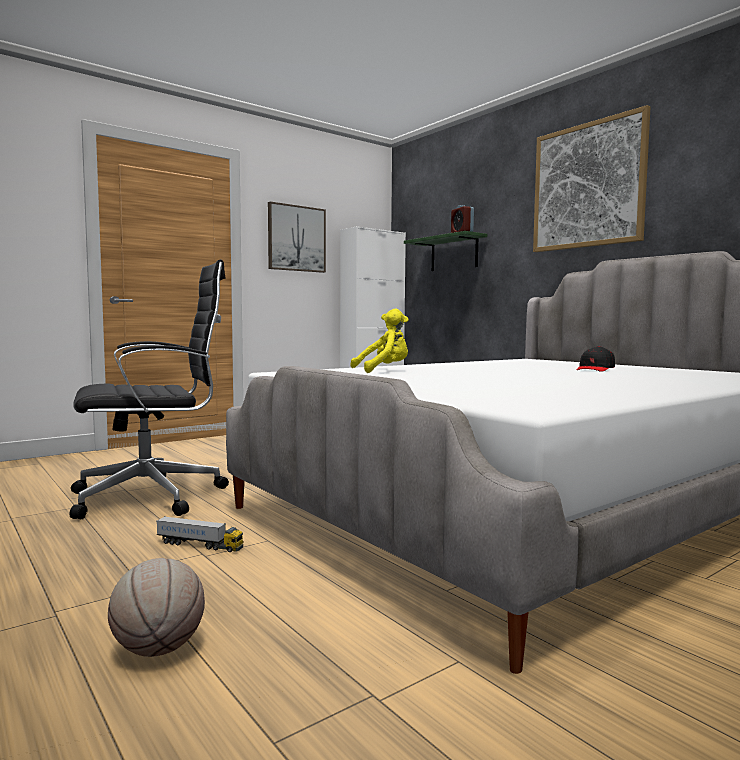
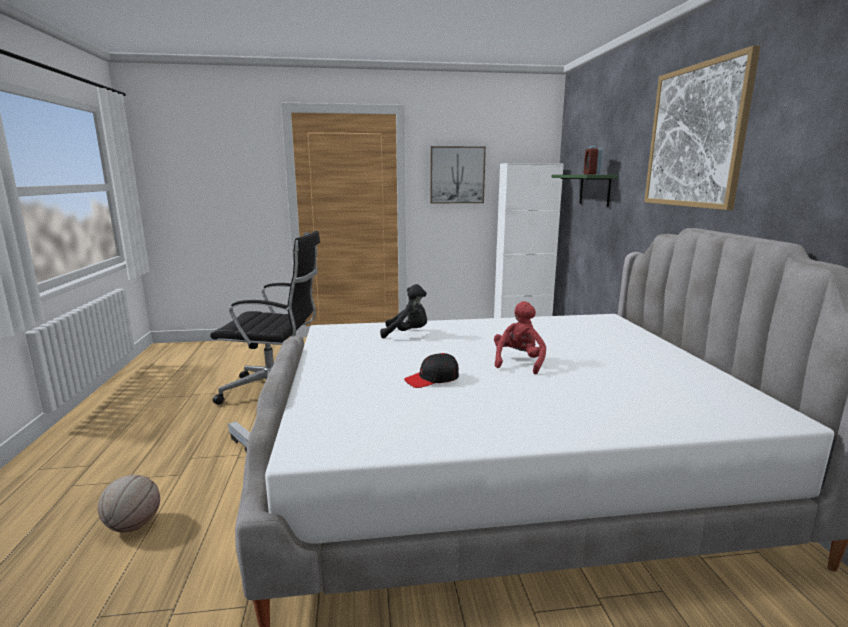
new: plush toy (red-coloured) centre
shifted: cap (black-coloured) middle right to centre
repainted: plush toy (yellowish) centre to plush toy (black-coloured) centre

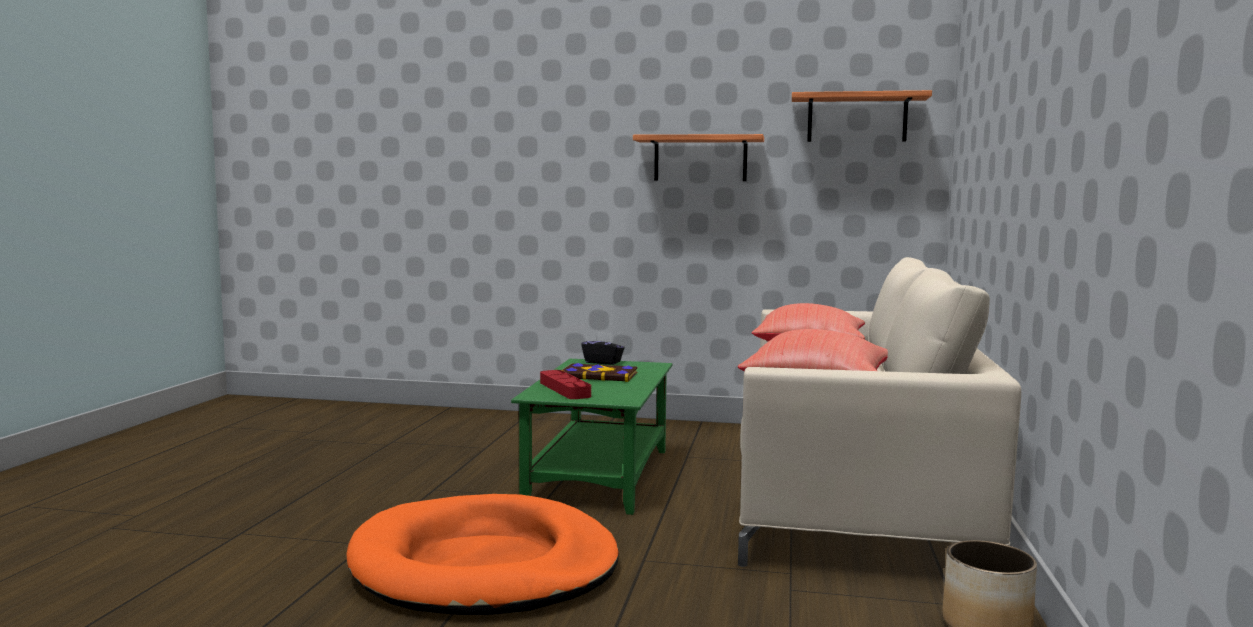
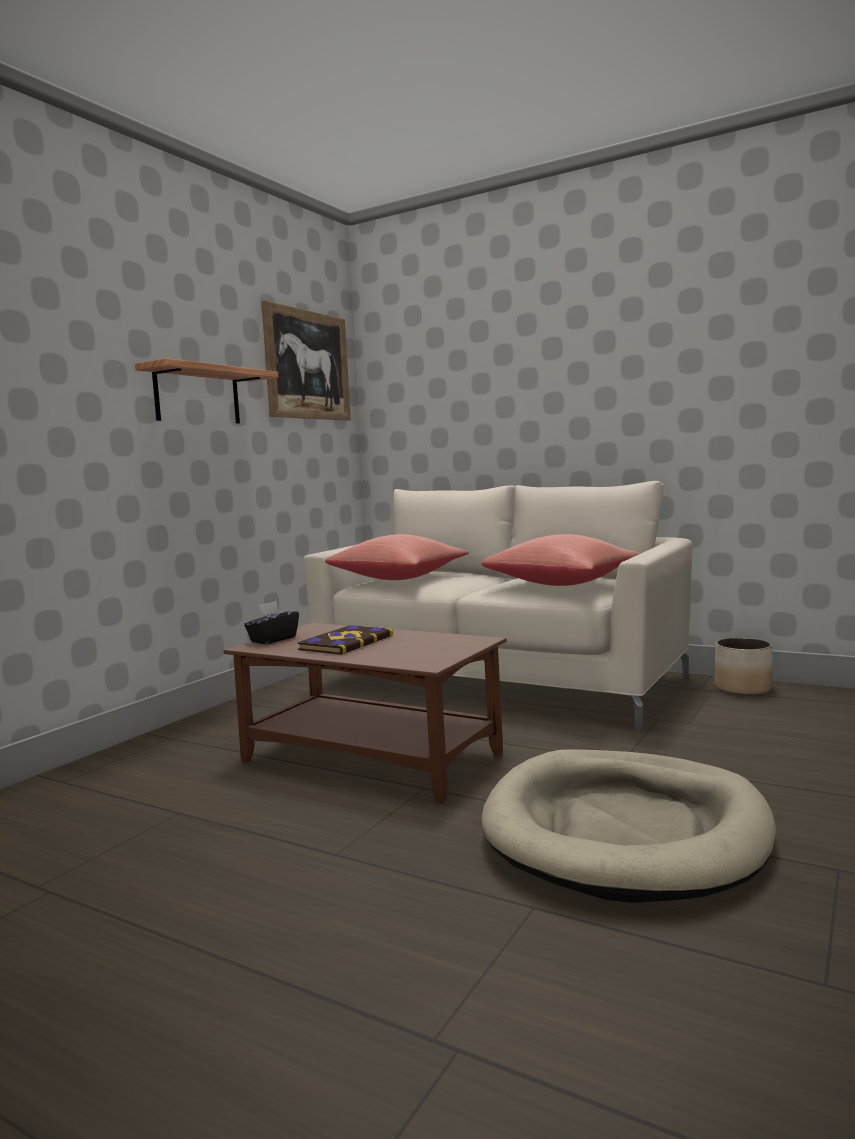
gone: tray (red-coloured) centre
swapped: wall shelf (no. 2 from left) top right to picture top centre
repainted: pet bed (orangey) bottom centre to pet bed (sand-coloured) bottom right; coffee table (green-coloured) bottom centre to coffee table (brown-coloured) centre

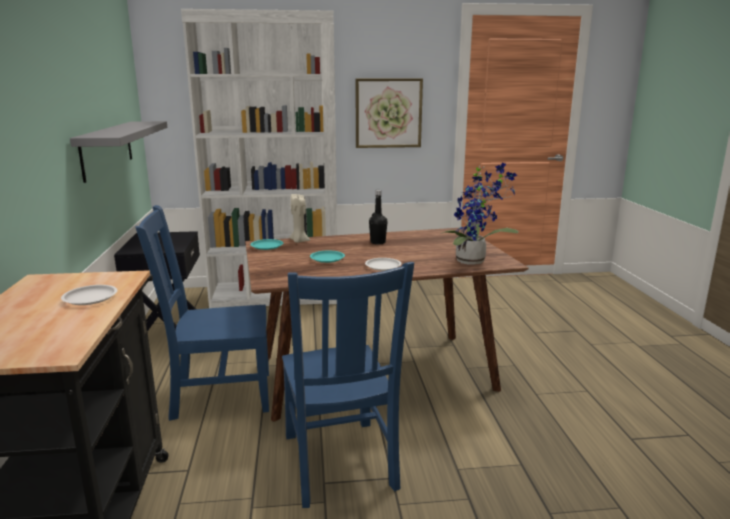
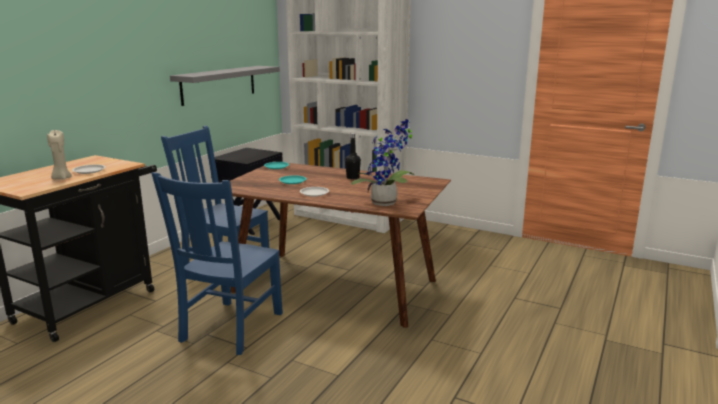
gone: picture top centre
shifted: wax candle (sand-coloured) centre to middle left

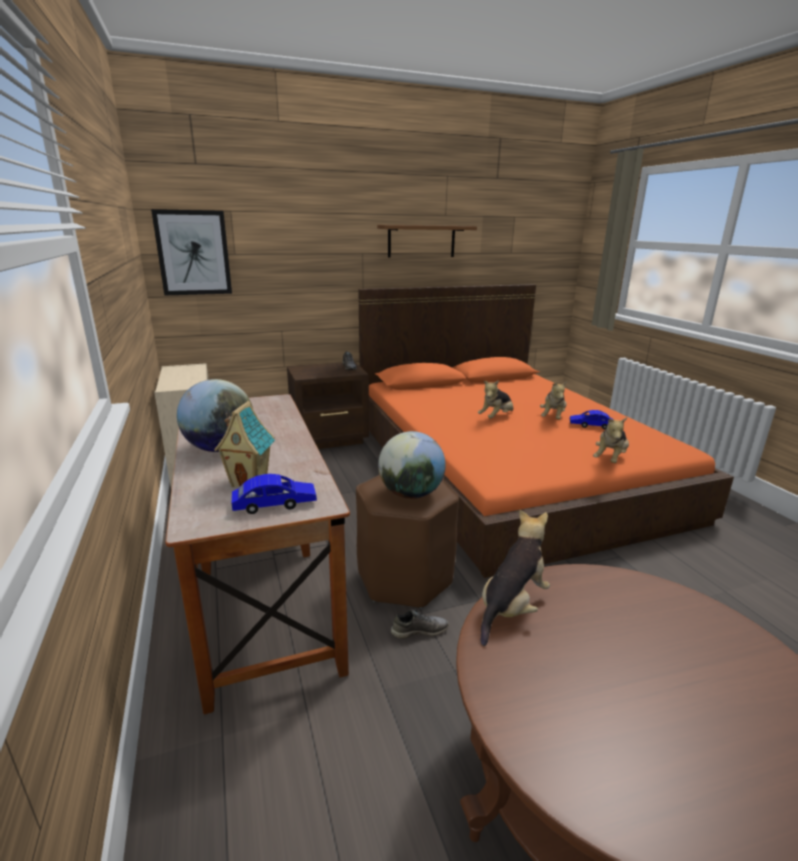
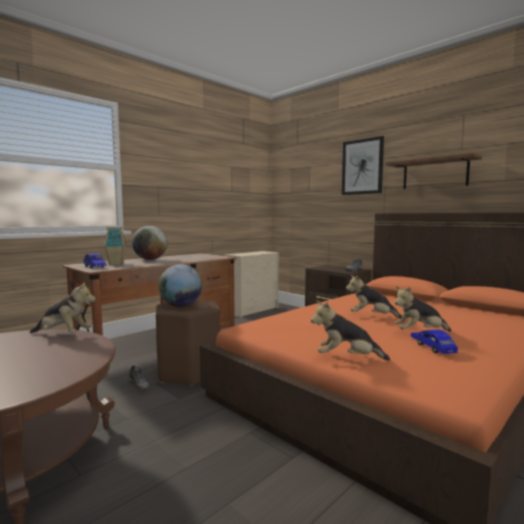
shifted: picture top left to top right

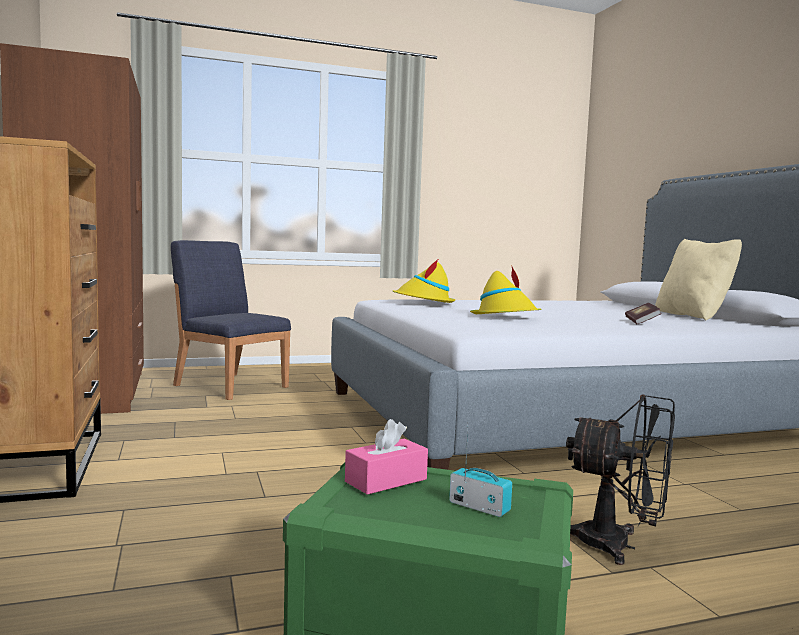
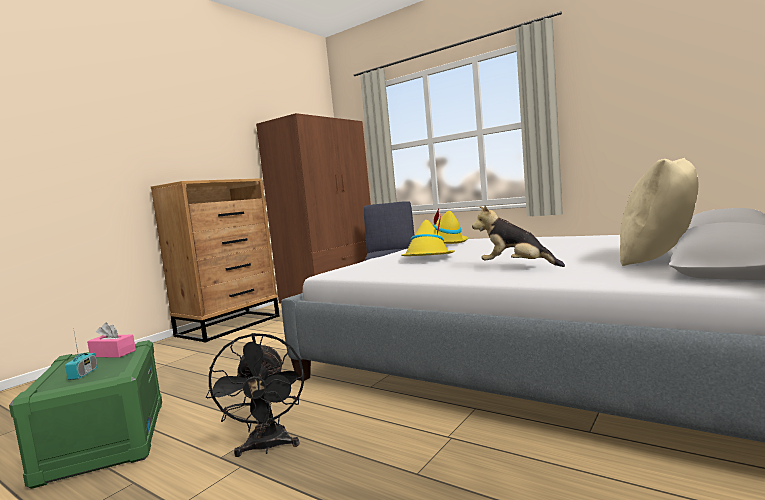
swapped: book middle right to plush toy middle right

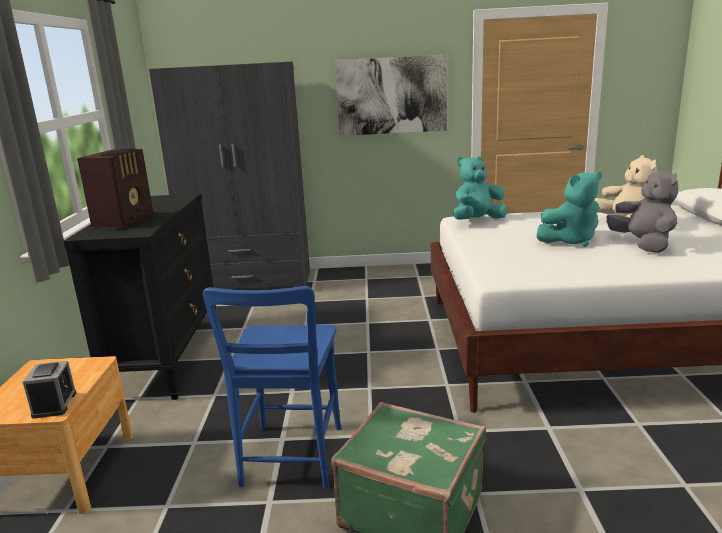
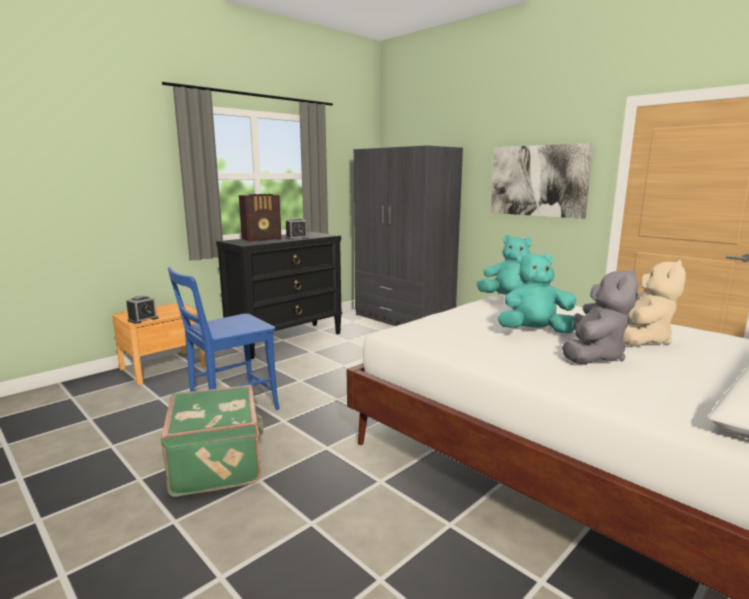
new: bedside clock (no. 2 from left) centre
rotated: plush toy (turquoise) (no. 2 from left) middle right = middle right 150 degrees clockwise

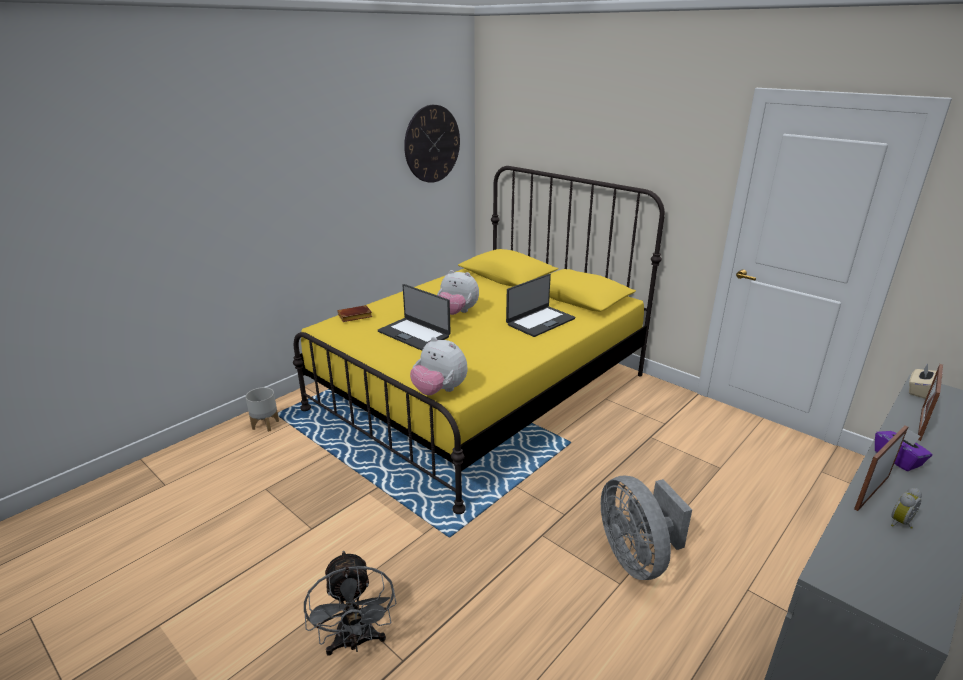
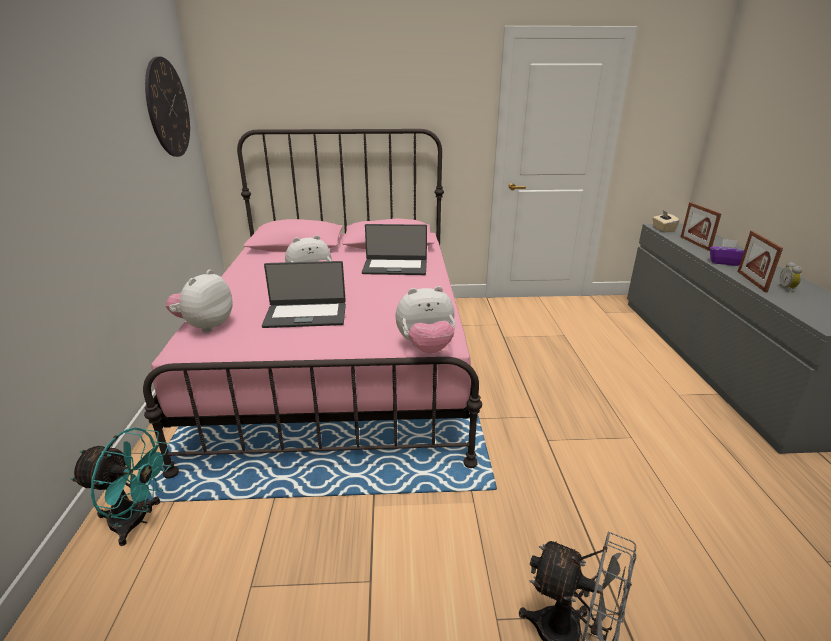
gone: cooling fan (greyish) (no. 2 from left) bottom right
swapped: plant pot (greyish) middle left to cooling fan (turquoise) bottom left; book (brown-coloured) centre to plush toy (no. 1 from left) middle left
repainted: sleeping bed (yellowish) centre to sleeping bed (pinkish) centre
rotated: laptop (no. 2 from left) centre = centre 90 degrees clockwise

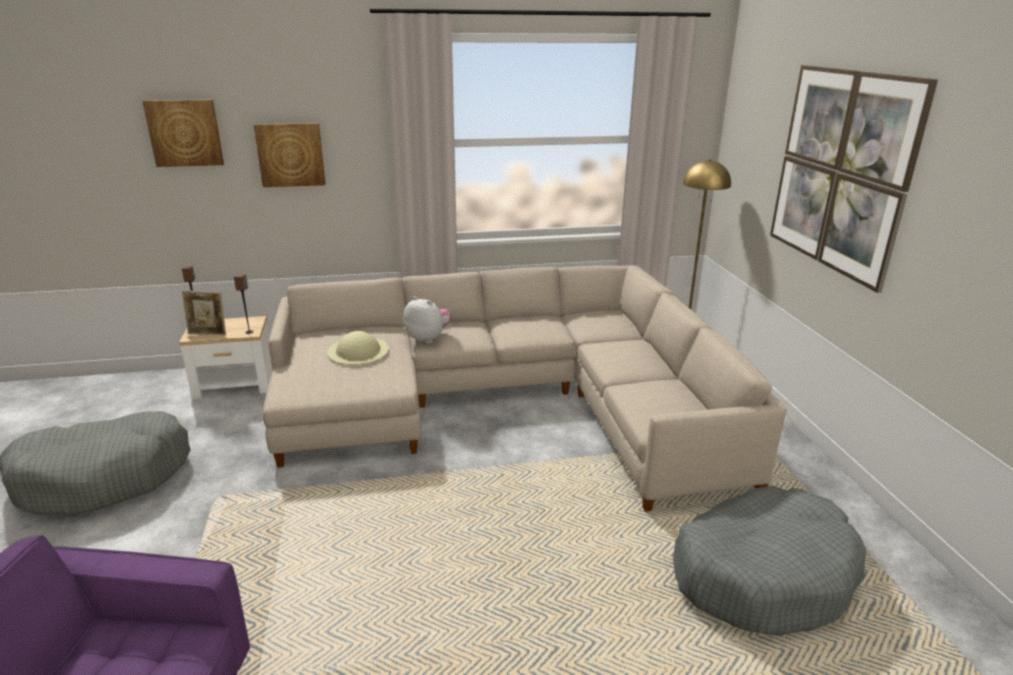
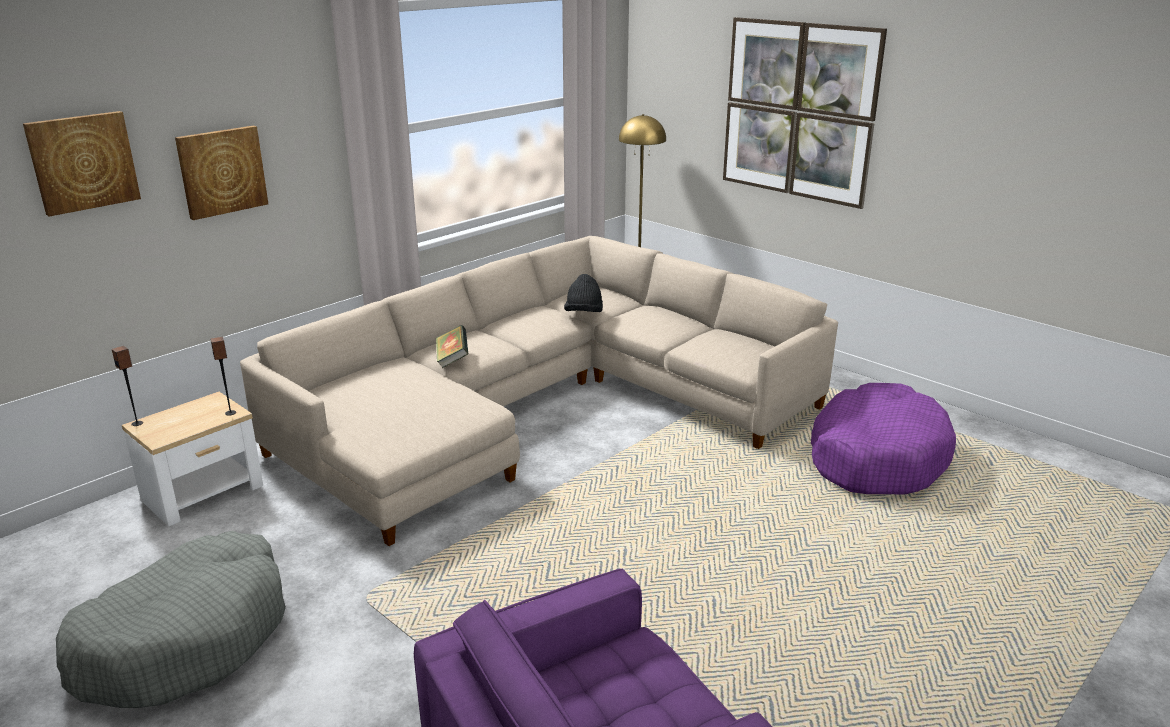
gone: standing frame middle left; hat (sand-coloured) centre
new: hat (black-coloured) centre
swapped: plush toy centre to book centre
repainted: pet bed (greyish) (no. 2 from left) bottom right to pet bed (purplish) middle right

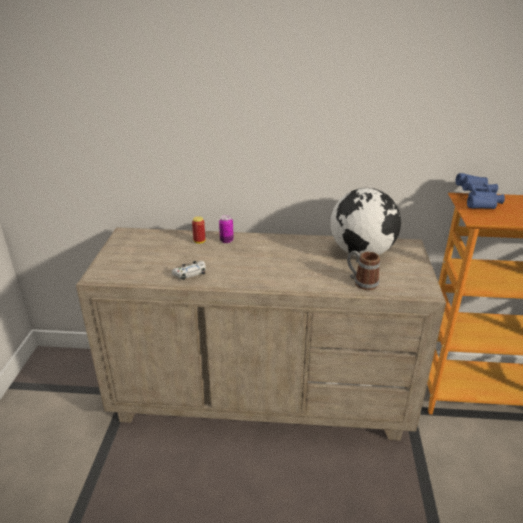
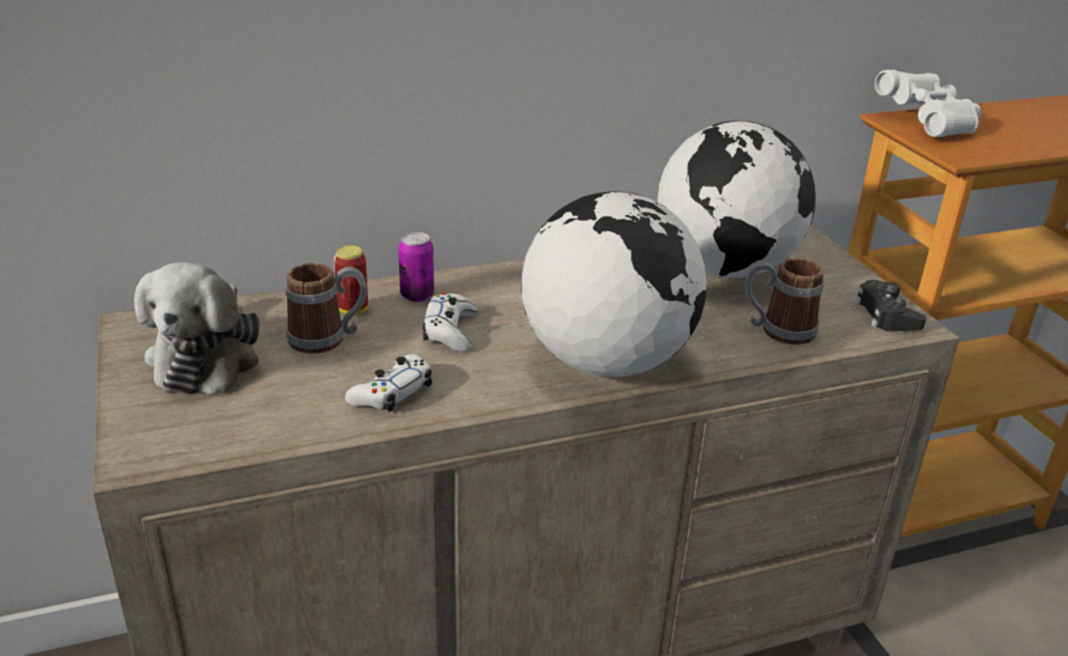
new: plush toy middle left; coffee mug (no. 1 from left) middle left; joypad (white) (no. 2 from left) centre; world globe (no. 1 from left) centre; joypad (black-coloured) middle right
repainted: field glasses (blue-coloured) middle right to field glasses (white) top right

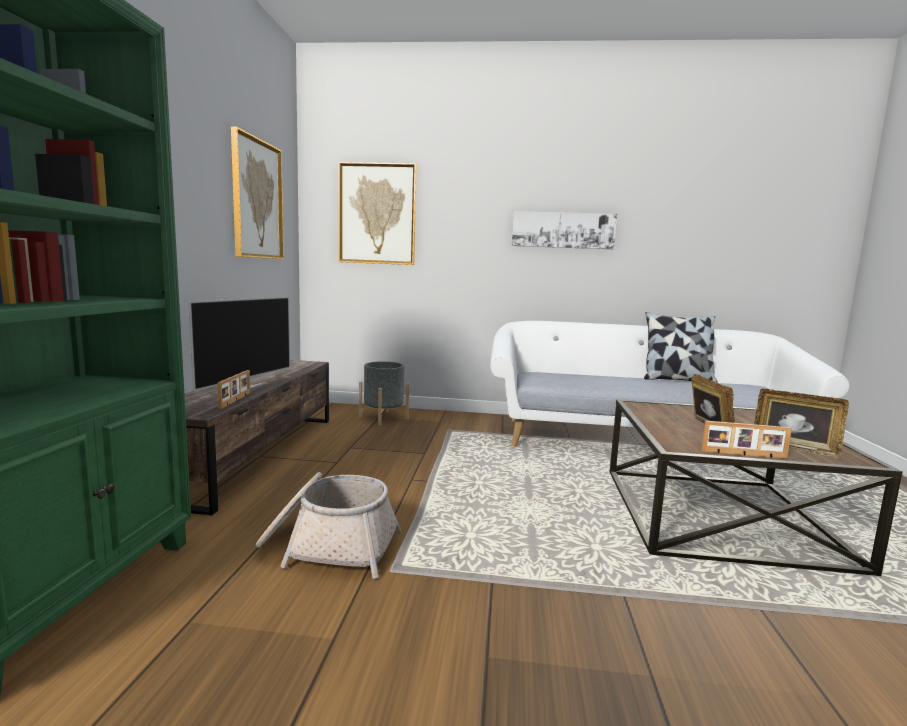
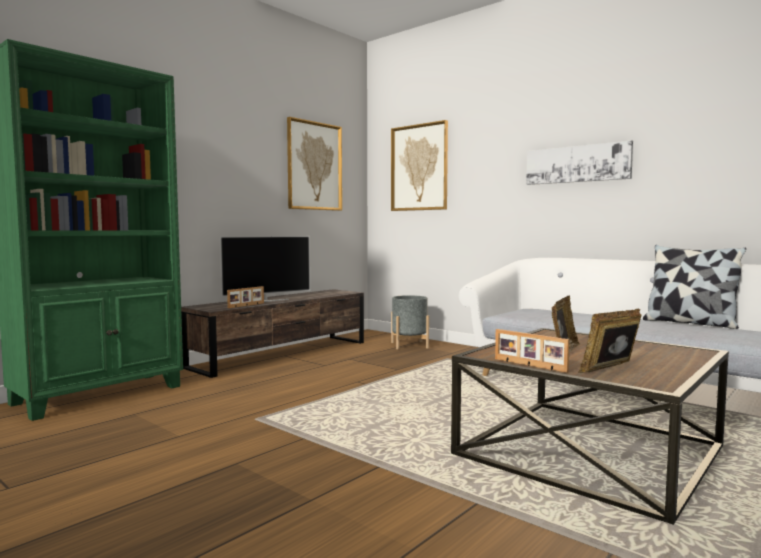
gone: basket bottom centre
rotated: standing frame (no. 4 from left) middle right = middle right 75 degrees clockwise

